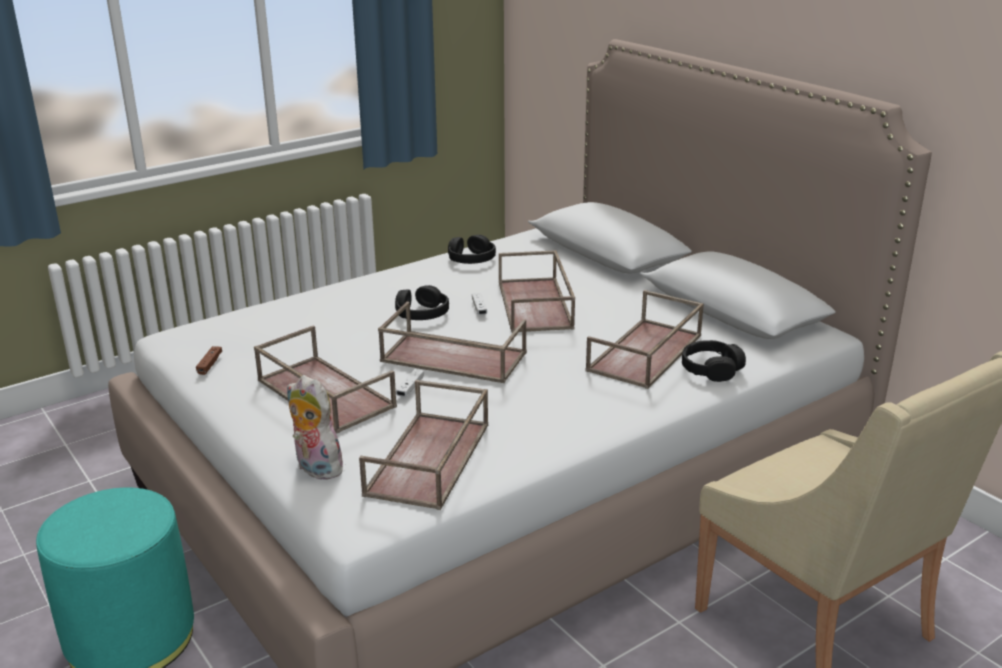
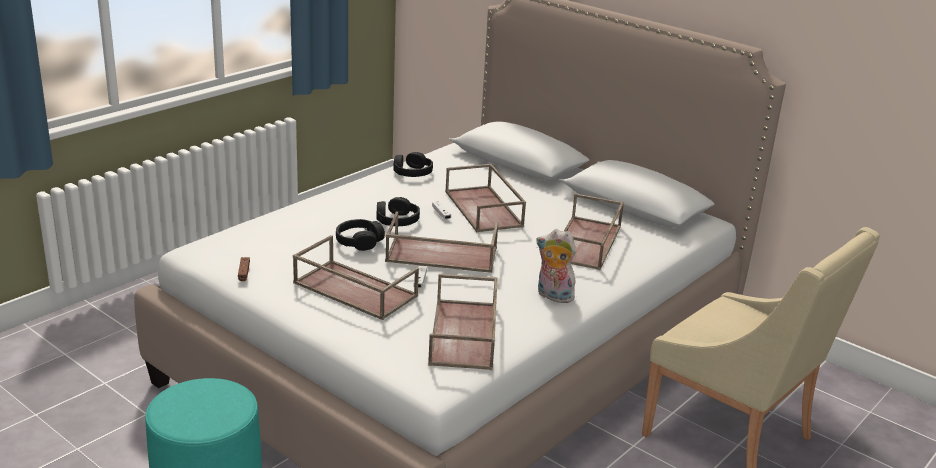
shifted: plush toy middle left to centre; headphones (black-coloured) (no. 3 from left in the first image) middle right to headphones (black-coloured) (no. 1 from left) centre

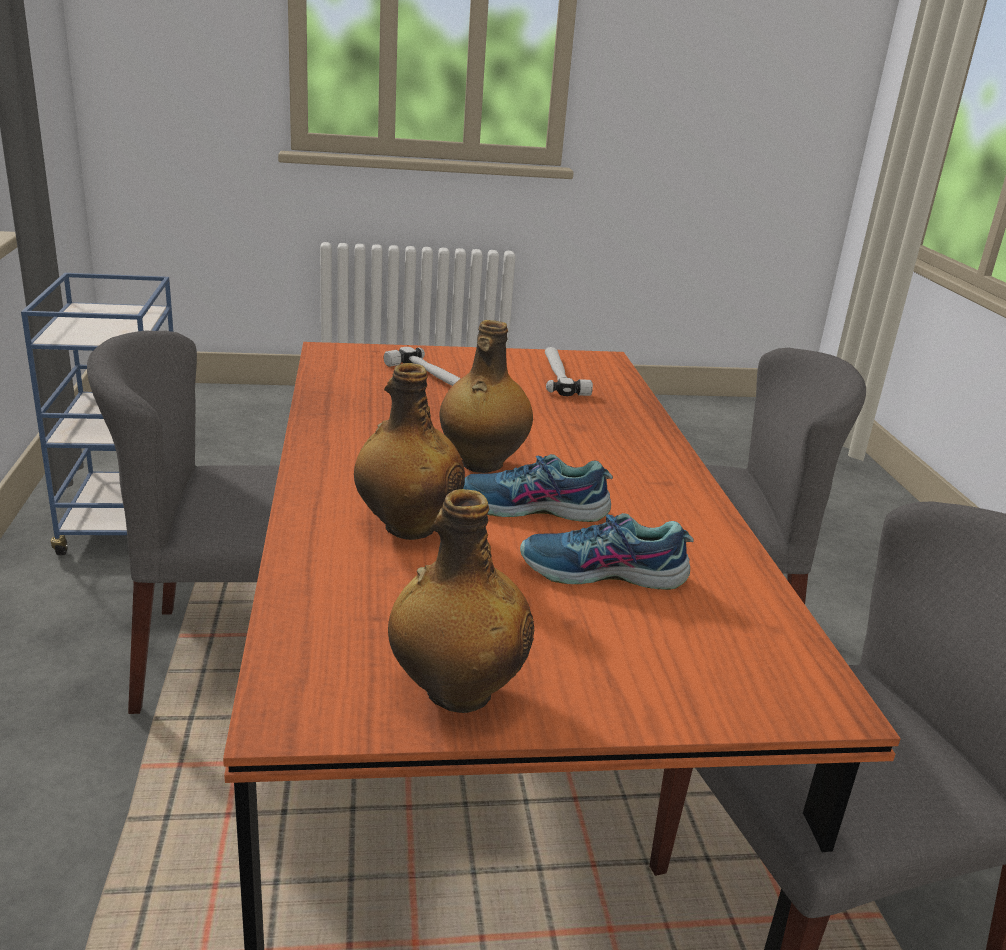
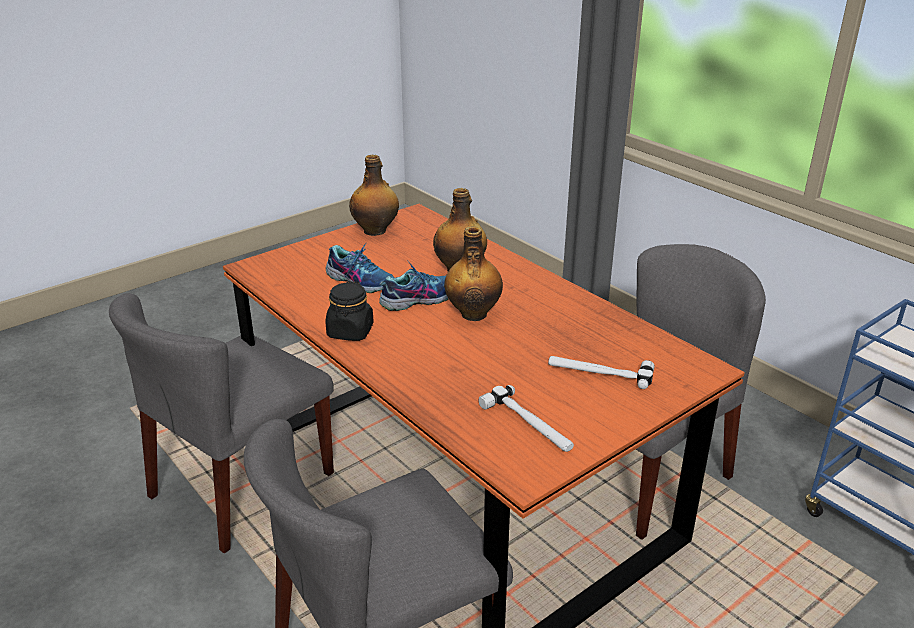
new: preserve jar (black-coloured) centre
rotated: item of footwear (no. 2 from left in the first image) centre = centre 60 degrees clockwise

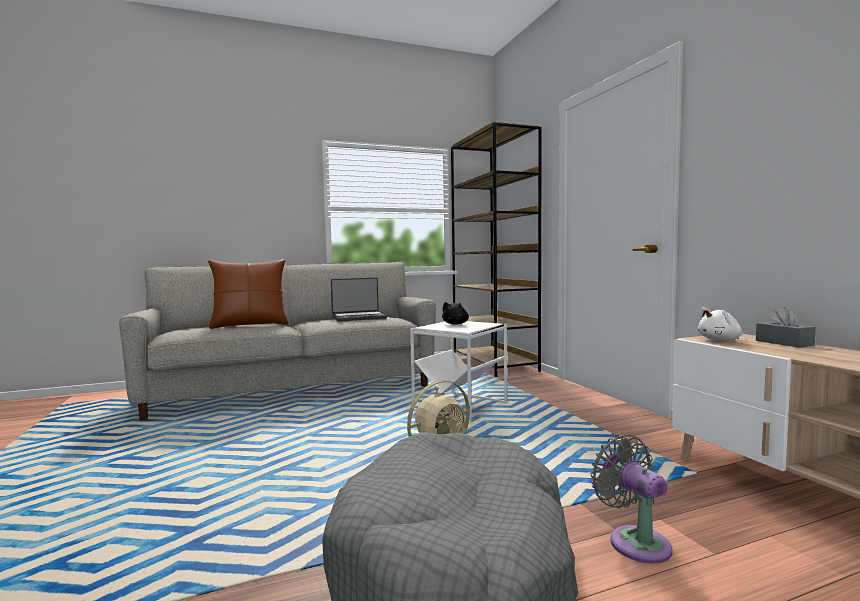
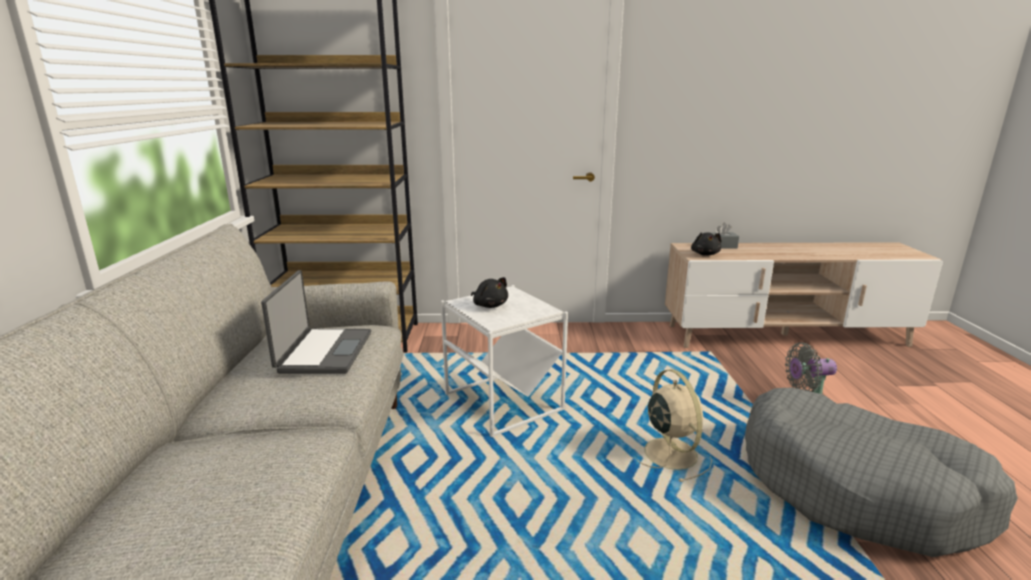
gone: pillow (brown-coloured) middle left
repainted: plush toy (white) middle right to plush toy (black-coloured) (no. 2 from left) middle right

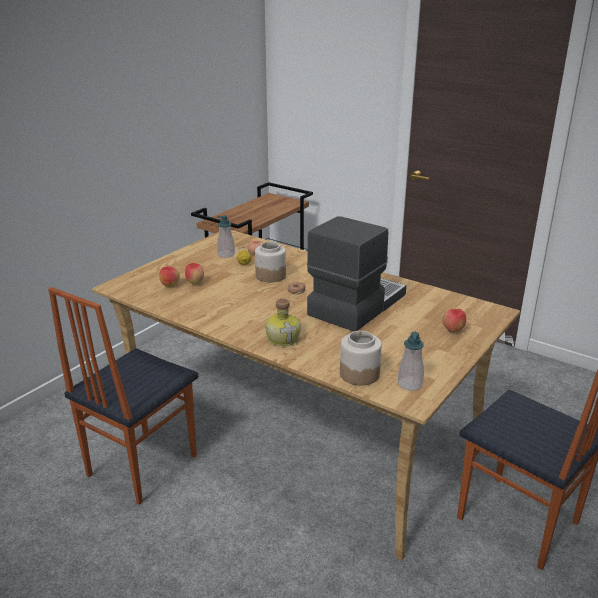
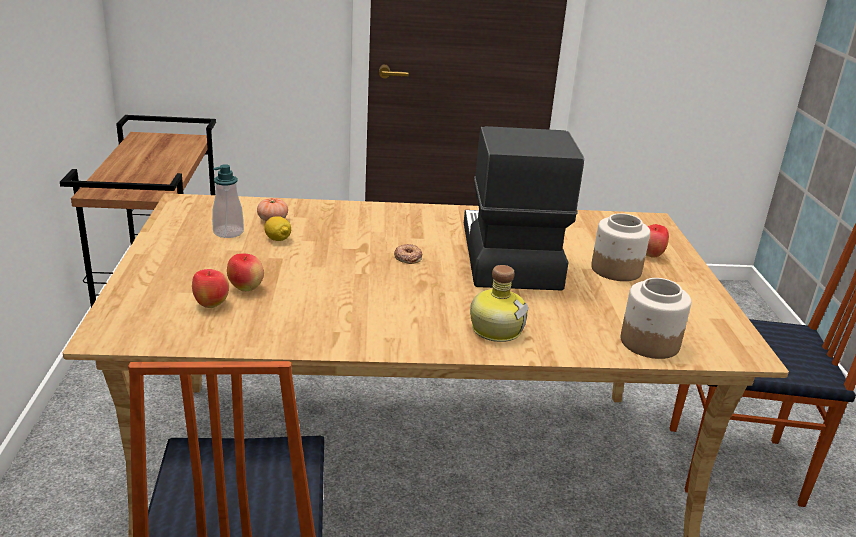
gone: liquid soap bottle (no. 2 from left) middle right
shifted: preserve jar (no. 1 from left) centre to middle right

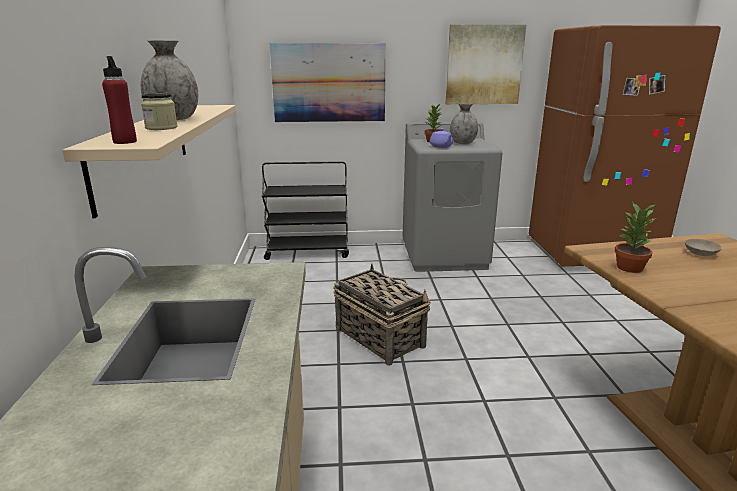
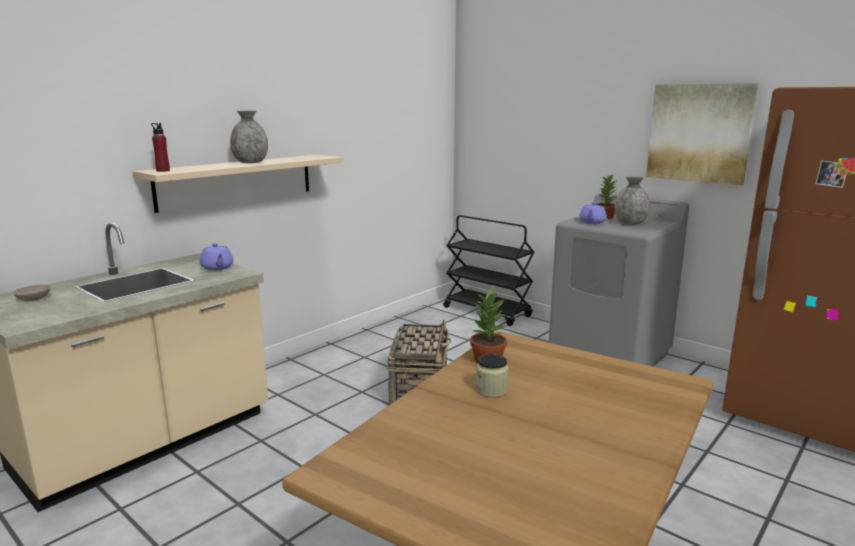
gone: picture (no. 1 from left) top centre
new: teapot (purplish) (no. 1 from left) middle left
shifted: preserve jar top left to bottom centre; serving bowl (sand-coloured) middle right to middle left

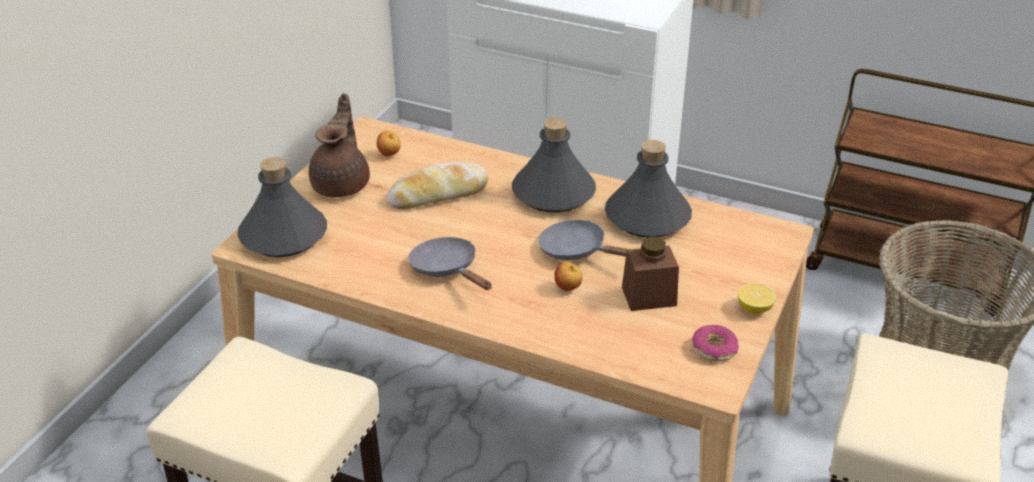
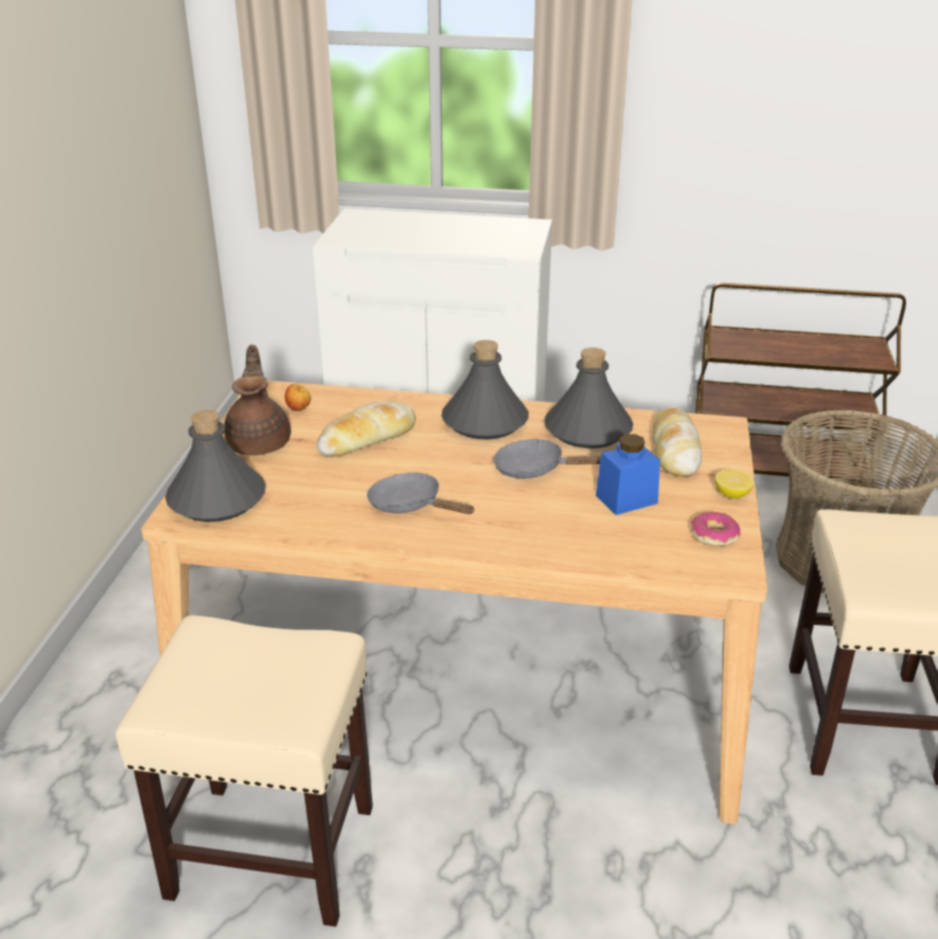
gone: whole apple (no. 2 from left) centre
new: baked bread (no. 2 from left) middle right
repainted: preserve jar (brown-coloured) centre to preserve jar (blue-coloured) middle right

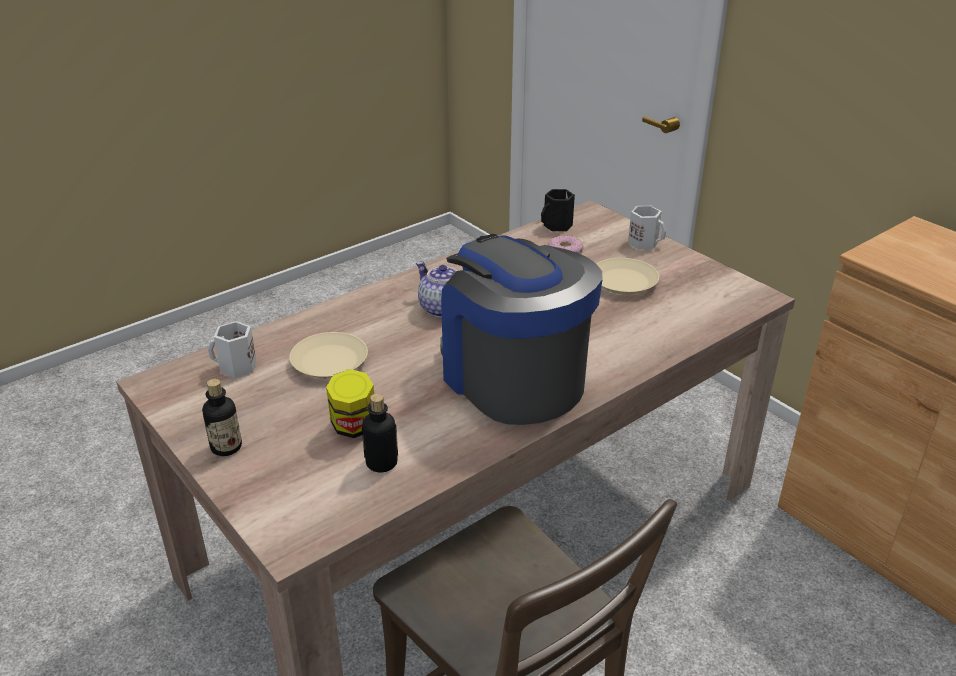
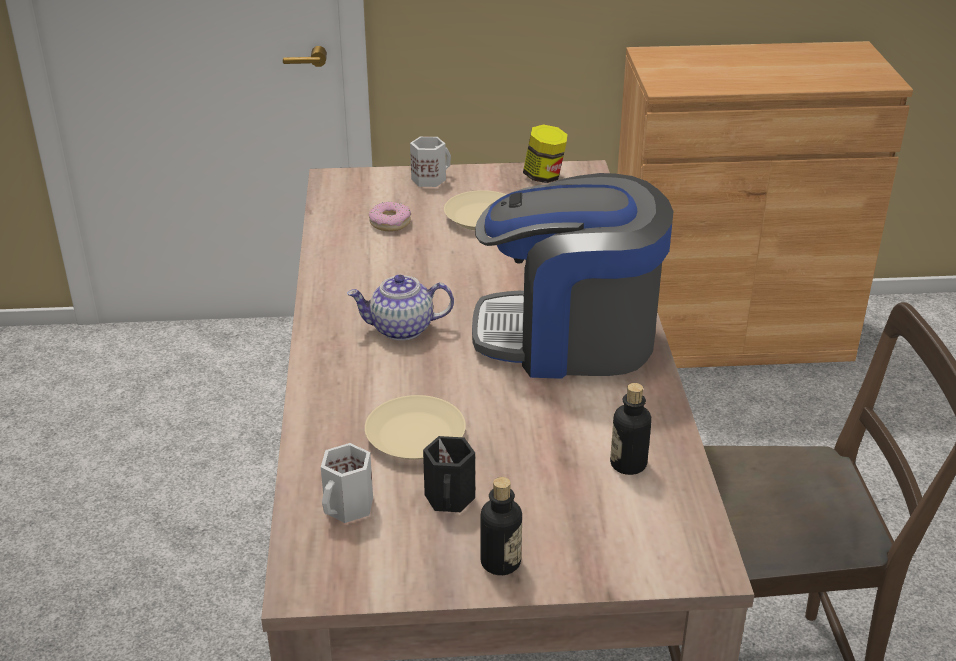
shifted: preserve jar centre to top centre; coffee mug (black-coloured) top centre to bottom centre

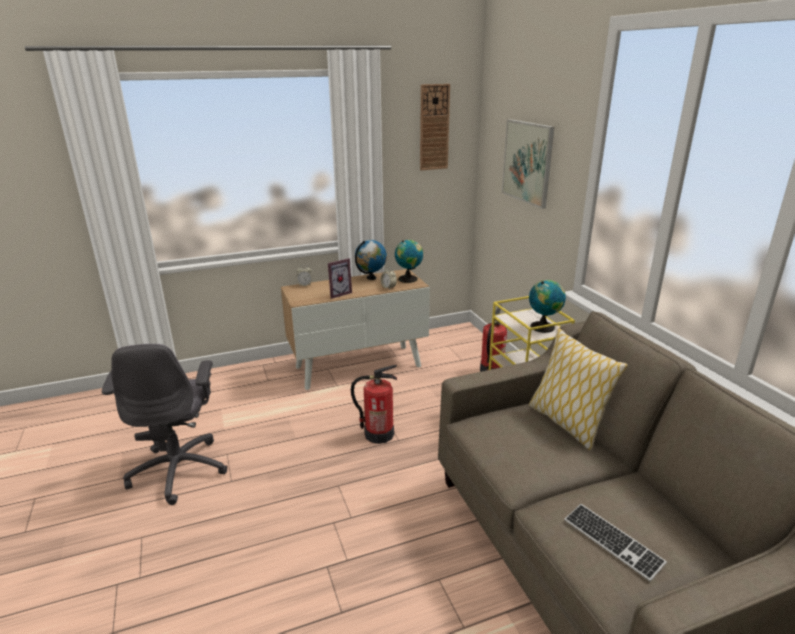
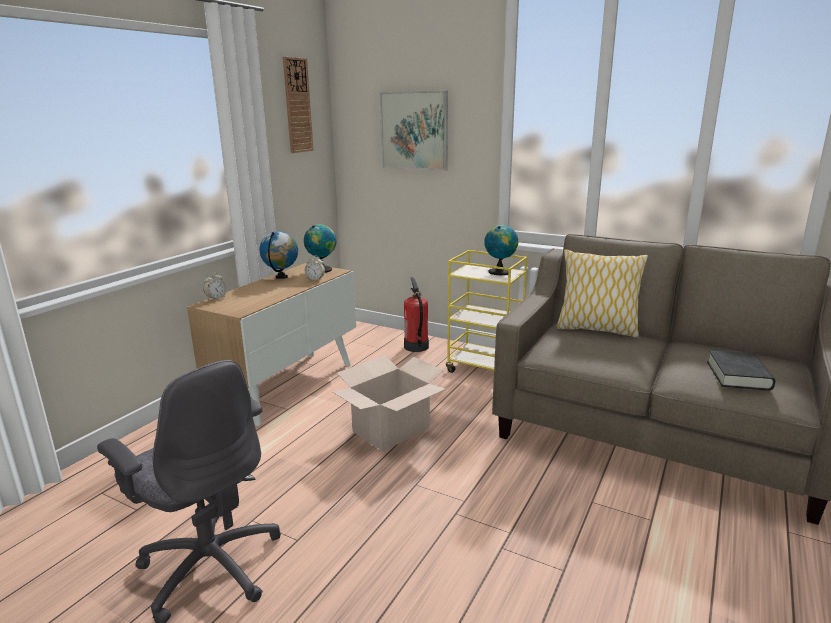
gone: standing frame centre
swapped: fire extinguisher (no. 1 from left) centre to cardboard box centre; PC keyboard bottom right to book (black-coloured) middle right

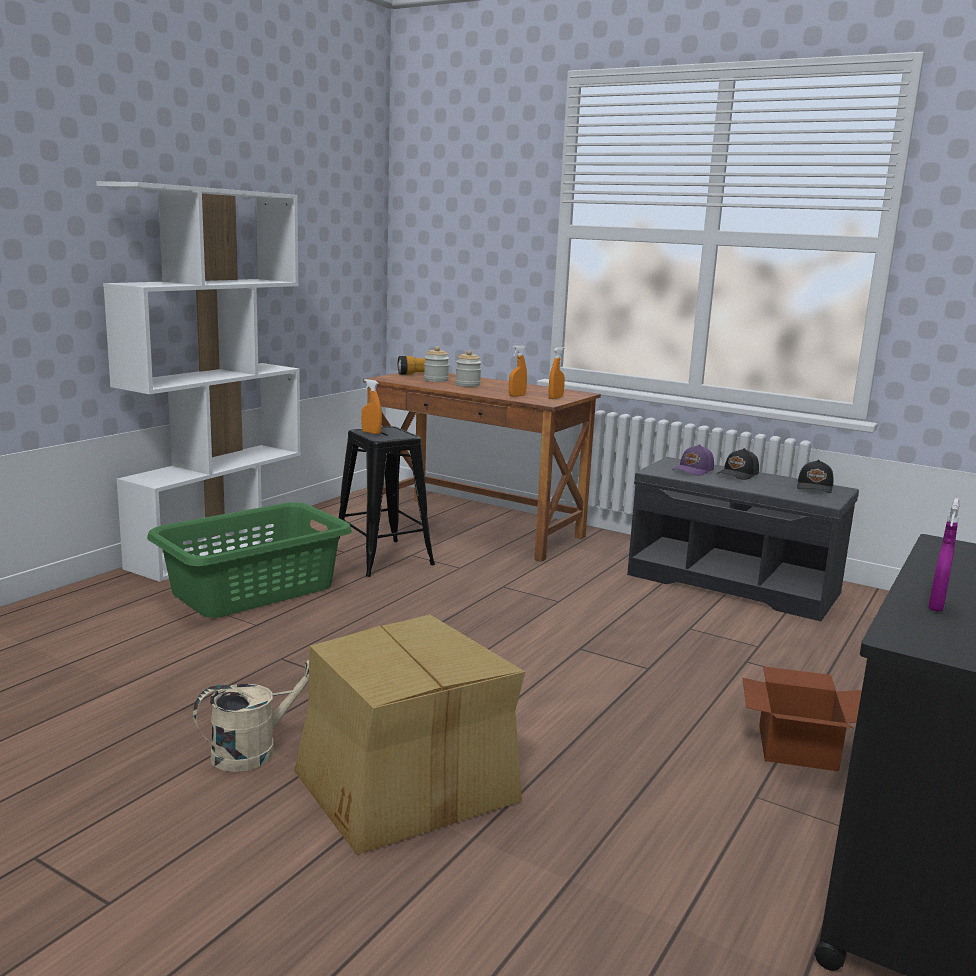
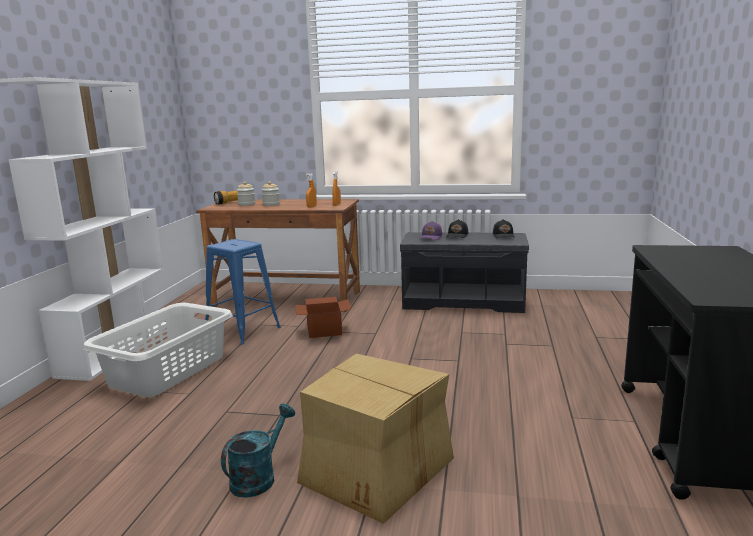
gone: sprayer (orangey) (no. 1 from left) centre; sprayer (purplish) middle right
shifted: cardboard box (no. 2 from left in the first image) bottom right to cardboard box (no. 1 from left) centre
repainted: hamper (green-coloured) middle left to hamper (white) middle left; watering can (sand-coloured) bottom left to watering can (turquoise) bottom centre; sitting stool (black-coloured) centre to sitting stool (blue-coloured) middle left

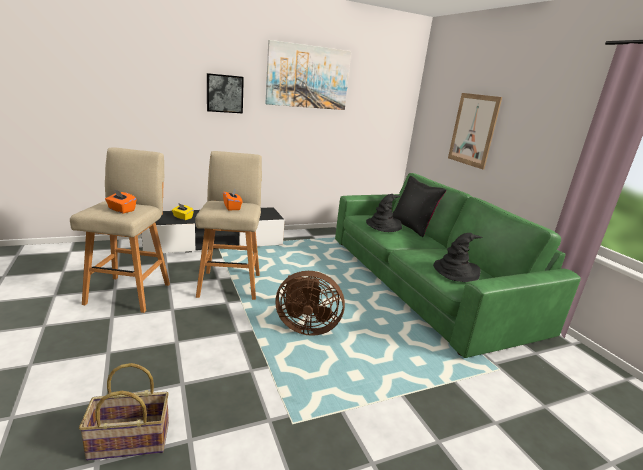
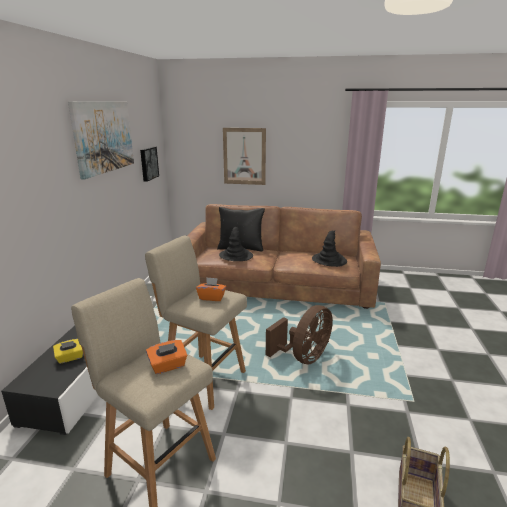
shifted: picture (no. 1 from left in the first image) top centre to picture (no. 2 from left) top left
repainted: couch (green-coloured) middle right to couch (brown-coloured) centre

